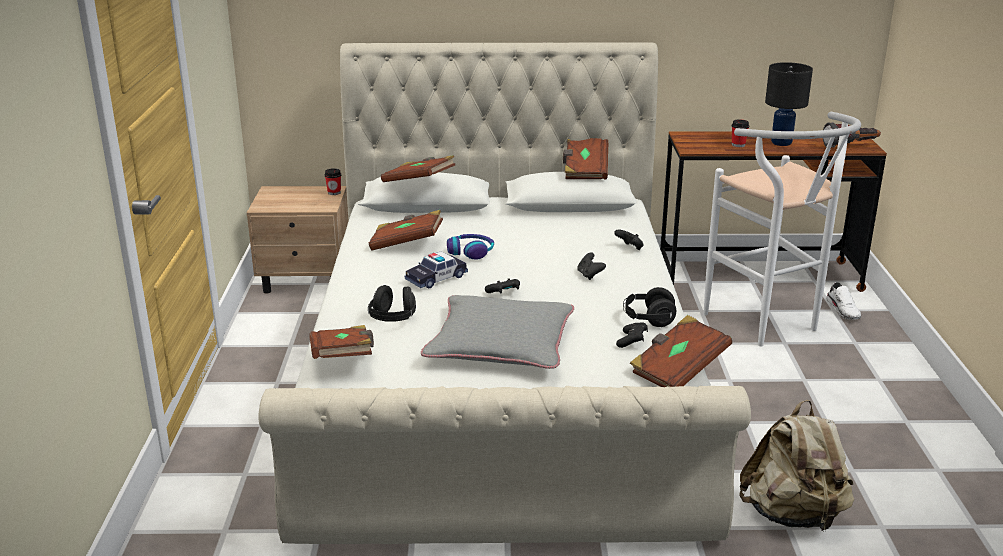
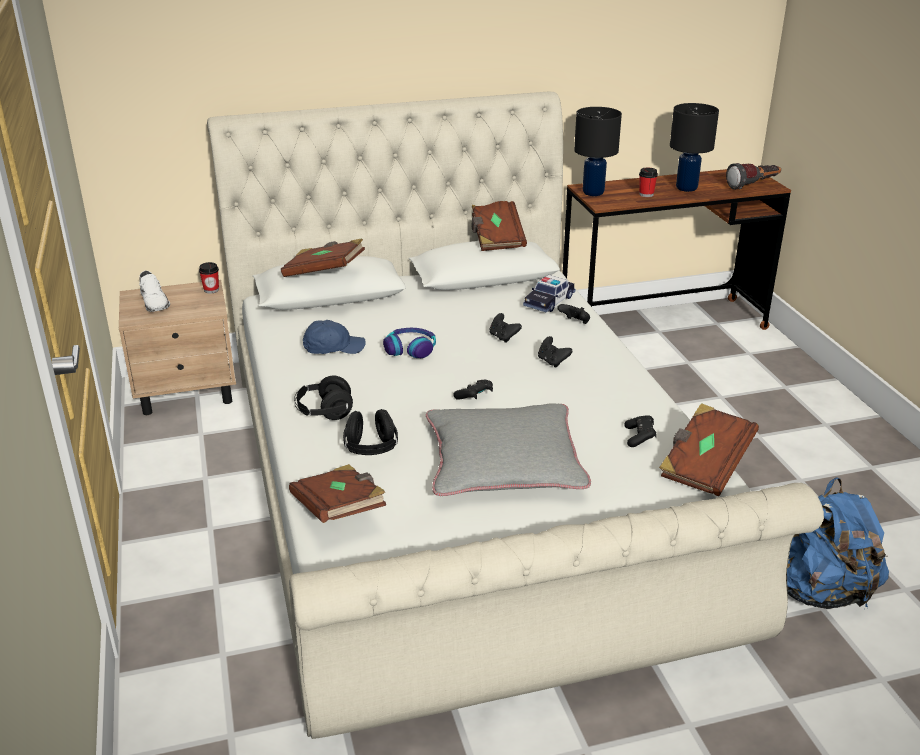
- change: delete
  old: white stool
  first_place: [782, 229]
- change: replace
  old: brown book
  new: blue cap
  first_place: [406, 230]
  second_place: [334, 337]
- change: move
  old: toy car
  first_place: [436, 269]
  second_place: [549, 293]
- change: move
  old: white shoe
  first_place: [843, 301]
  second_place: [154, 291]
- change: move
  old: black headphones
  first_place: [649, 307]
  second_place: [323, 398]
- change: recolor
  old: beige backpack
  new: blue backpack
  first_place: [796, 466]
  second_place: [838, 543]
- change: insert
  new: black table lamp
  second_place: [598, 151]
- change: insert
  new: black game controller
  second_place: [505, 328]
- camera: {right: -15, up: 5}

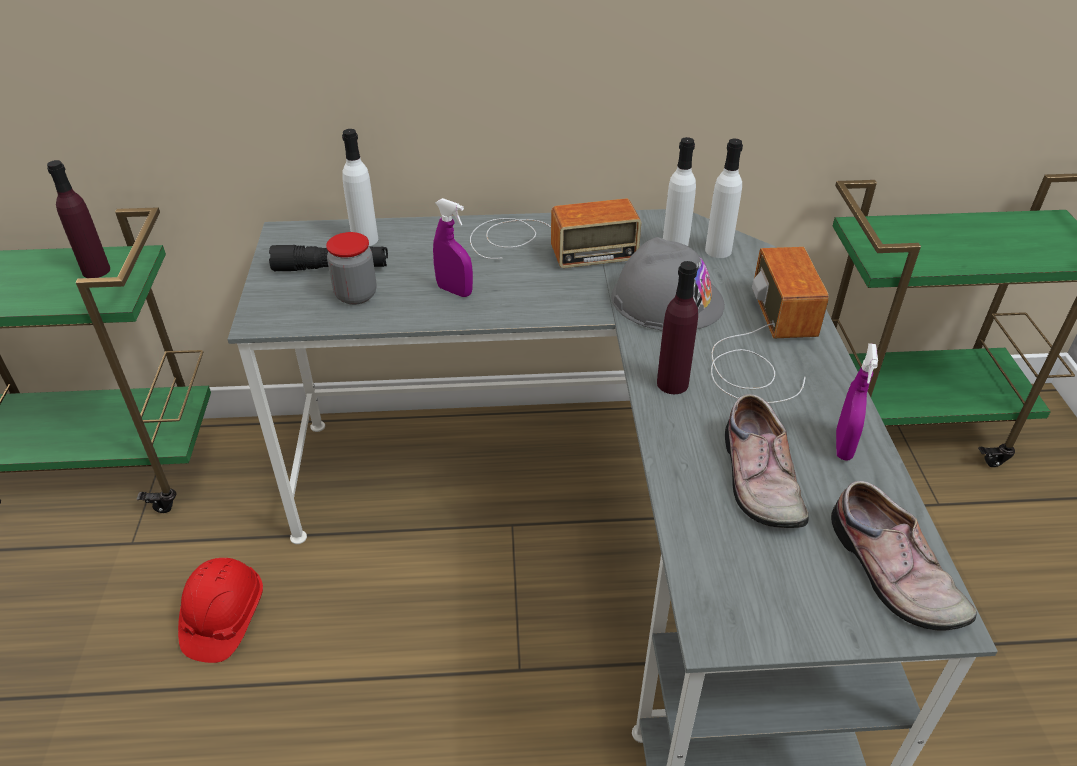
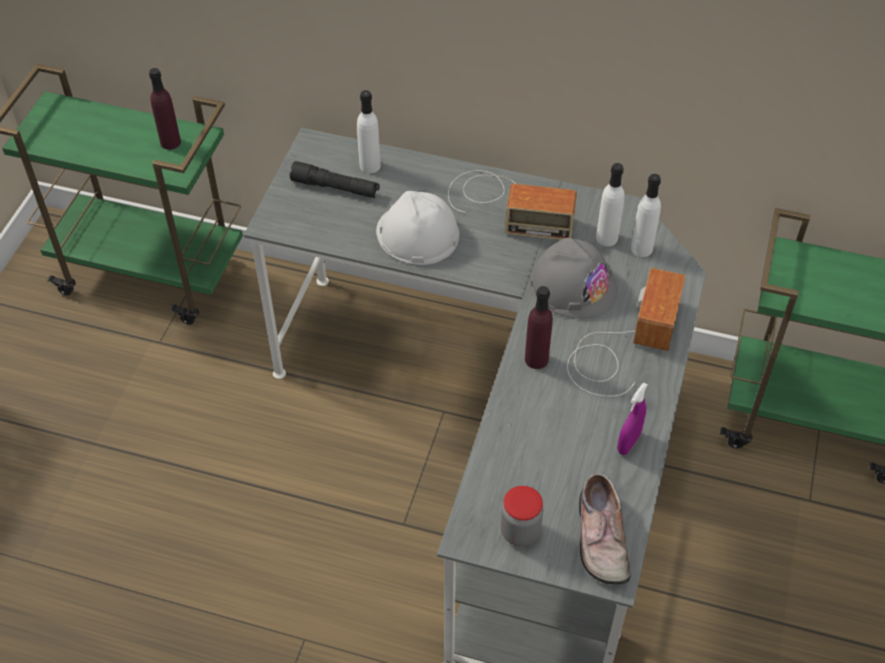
- change: replace
  old: purple spray bottle
  new: white hard hat
  first_place: [453, 247]
  second_place: [417, 228]
- change: move
  old: jar
  first_place: [351, 268]
  second_place: [522, 516]
- change: delete
  old: shoe
  first_place: [766, 461]
- change: delete
  old: red hard hat
  first_place: [220, 610]
- camera: {right: 20, up: 10}

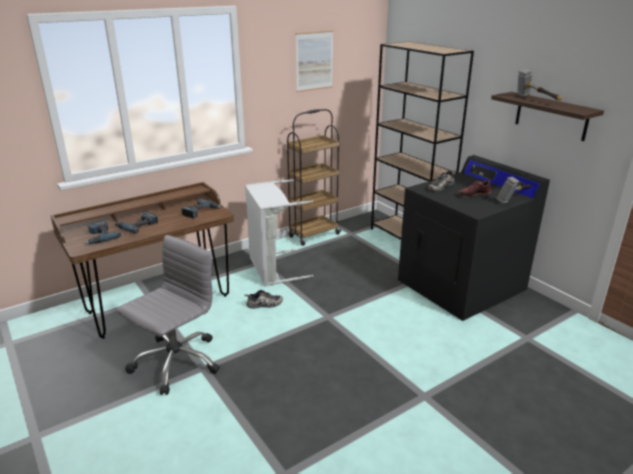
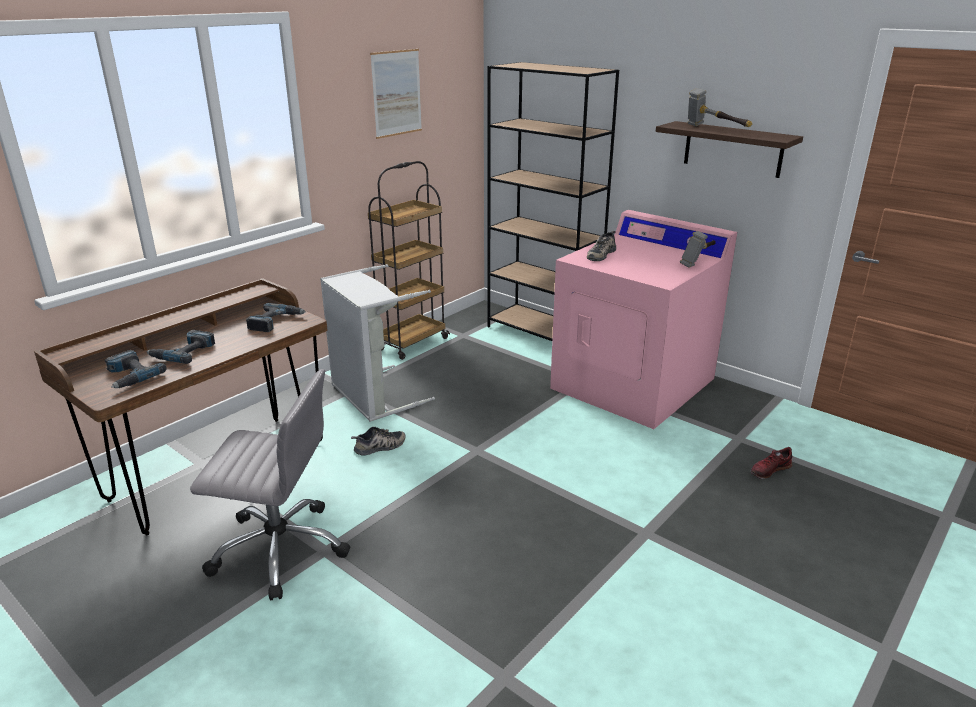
- change: recolor
  old: black washing machine
  new: pink washing machine
  first_place: [474, 238]
  second_place: [643, 319]
- change: move
  old: shoe
  first_place: [474, 189]
  second_place: [771, 463]
- change: rotate
  old: grey office chair
  first_place: [168, 315]
  second_place: [270, 484]
  degrees: 75
- camera: {right: -15, up: 0}

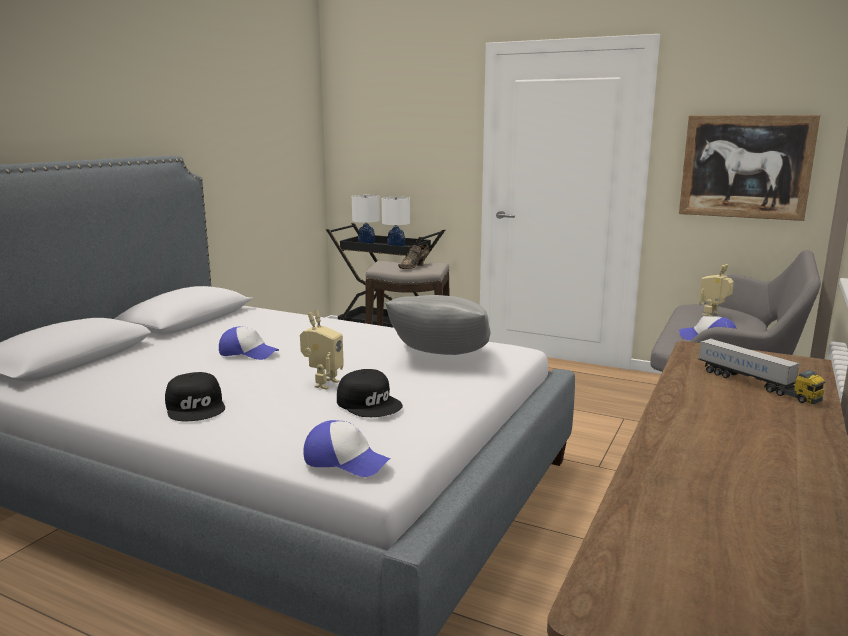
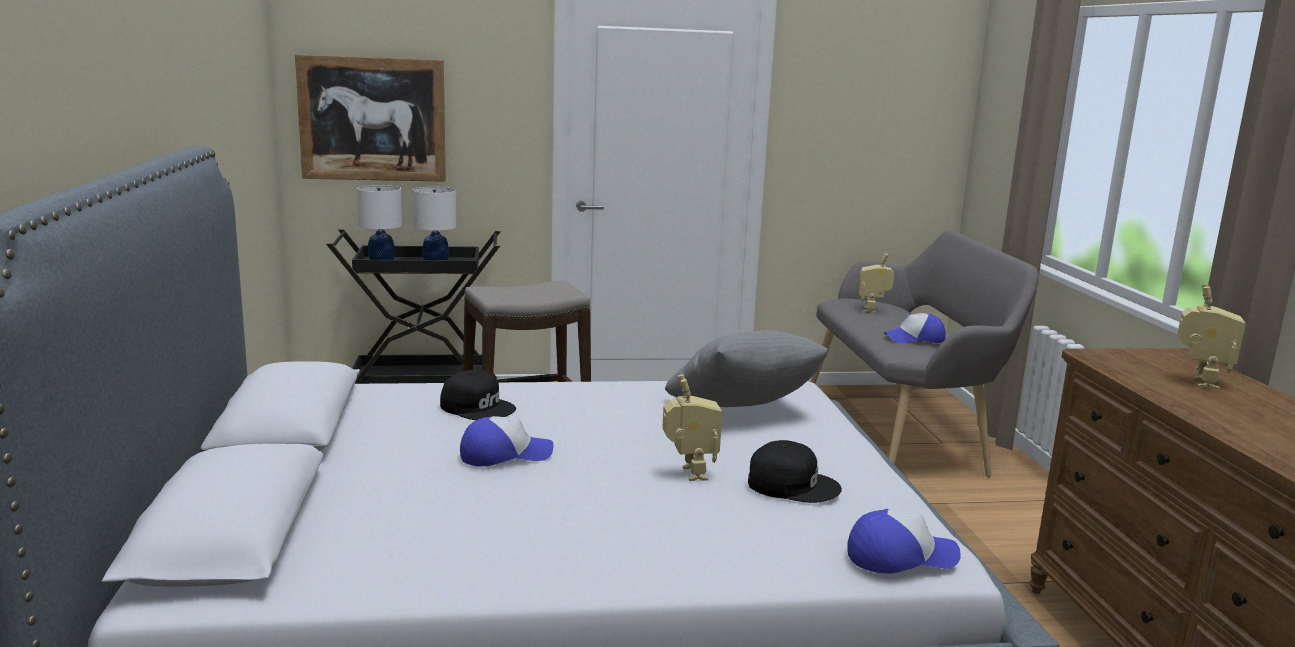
- change: move
  old: picture
  first_place: [749, 168]
  second_place: [370, 118]
- change: delete
  old: brown shoe
  first_place: [413, 256]
- change: replace
  old: toy truck
  new: toy robot
  first_place: [761, 371]
  second_place: [1211, 337]
- change: move
  old: black cap
  first_place: [195, 396]
  second_place: [478, 395]
- camera: {right: -35, up: 0}

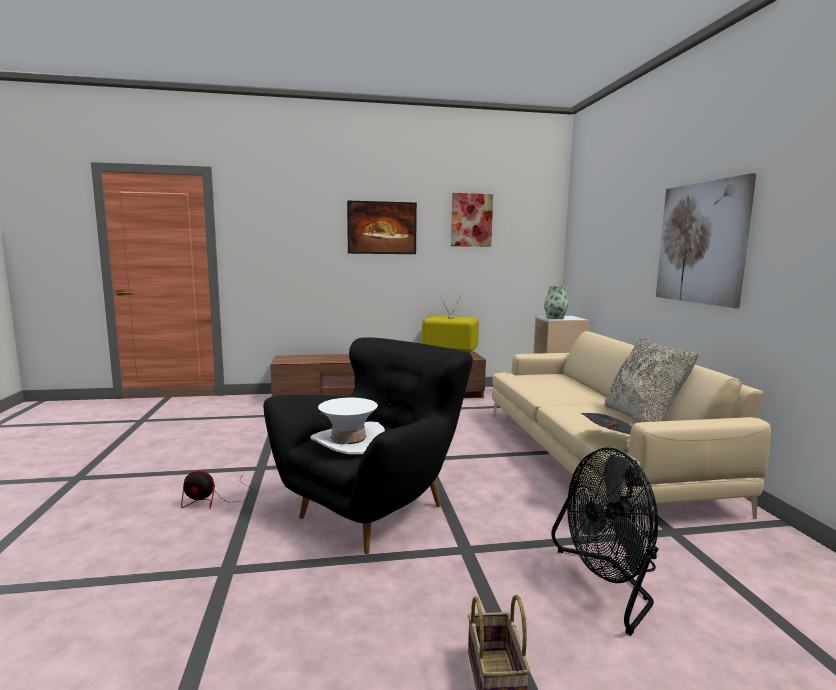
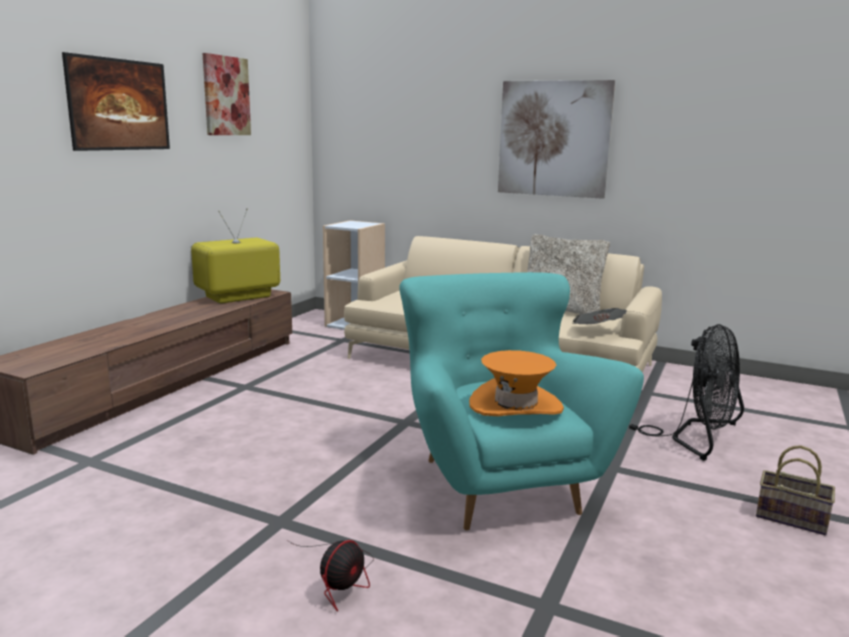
- change: delete
  old: vase
  first_place: [556, 302]
- change: recolor
  old: black armchair
  new: turquoise armchair
  first_place: [368, 445]
  second_place: [521, 401]
- change: recolor
  old: white hat
  new: orange hat
  first_place: [347, 425]
  second_place: [516, 383]
- change: rotate
  old: black fan
  first_place: [604, 542]
  second_place: [686, 392]
  degrees: -75
- camera: {right: -55, up: 5}

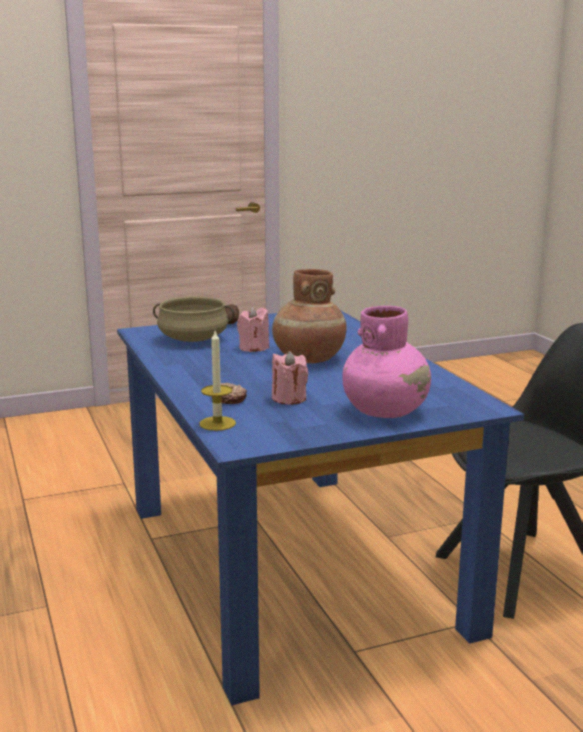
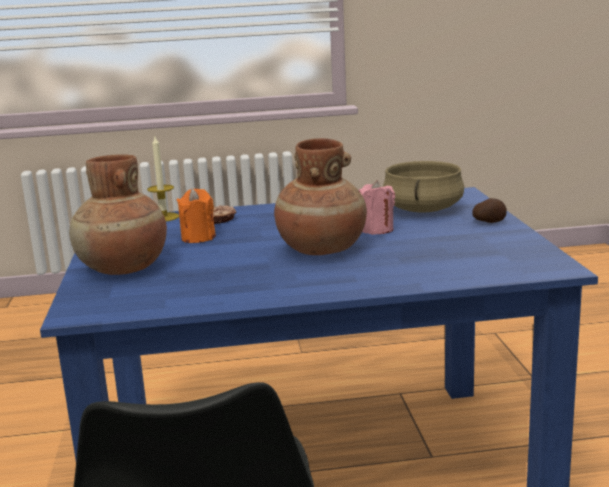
- change: recolor
  old: pink vase
  new: brown vase
  first_place: [386, 362]
  second_place: [118, 214]
- change: recolor
  old: pink candle
  new: orange candle
  first_place: [290, 378]
  second_place: [196, 215]
- camera: {right: 105, up: 0}

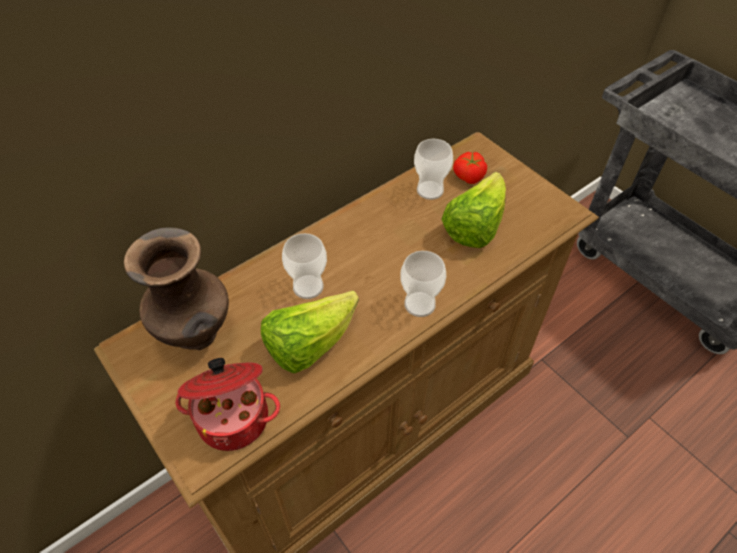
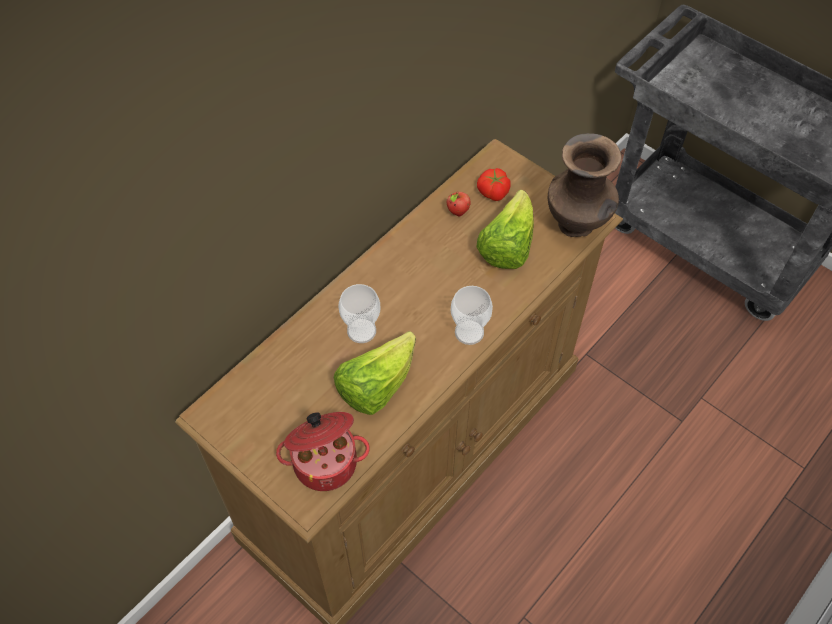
- change: replace
  old: cup
  new: apple
  first_place: [433, 169]
  second_place: [459, 203]
- change: move
  old: brown vase
  first_place: [176, 289]
  second_place: [584, 185]
- camera: {right: -10, up: 5}

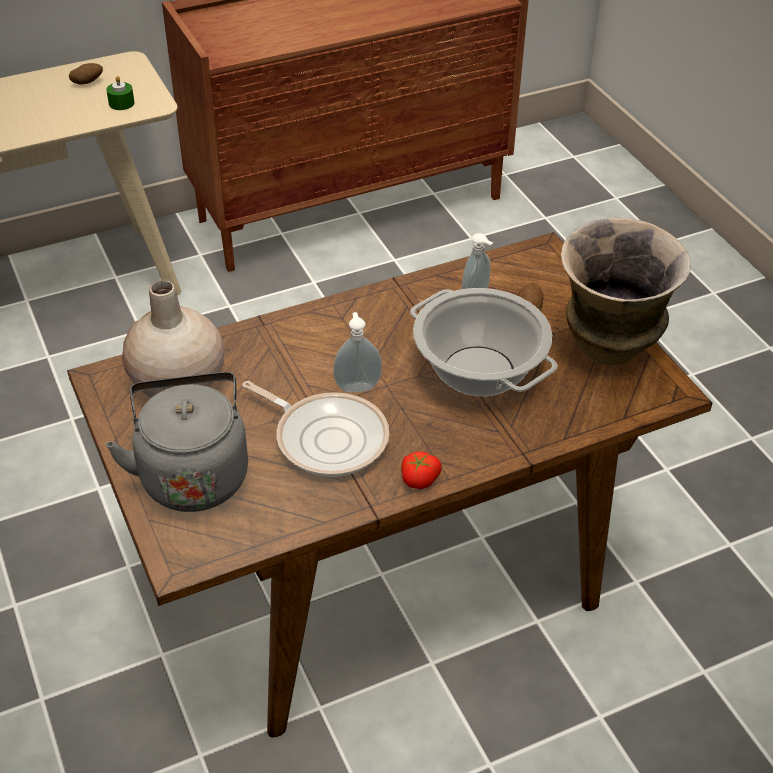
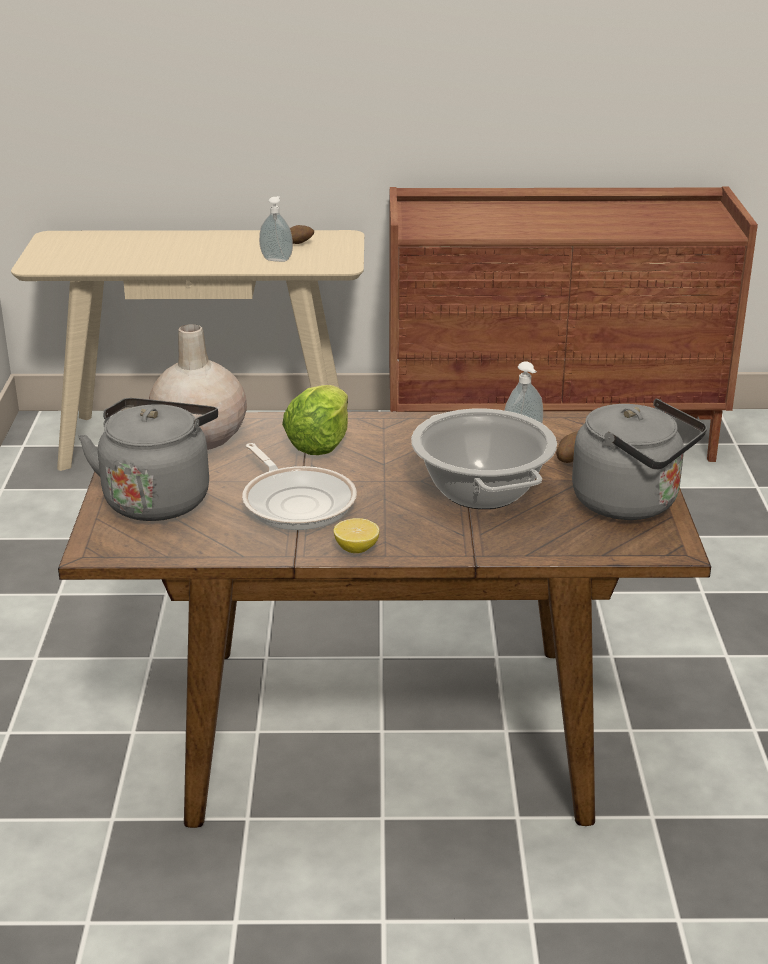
- change: delete
  old: green candle
  first_place: [120, 93]
- change: replace
  old: vase
  new: grey kettle
  first_place: [626, 292]
  second_place: [639, 459]
- change: move
  old: soap dispenser
  first_place: [357, 352]
  second_place: [276, 229]
- change: replace
  old: tomato
  new: lemon
  first_place: [421, 470]
  second_place: [356, 535]
- change: insert
  new: lettuce
  second_place: [315, 420]
- camera: {right: 25, up: -15}

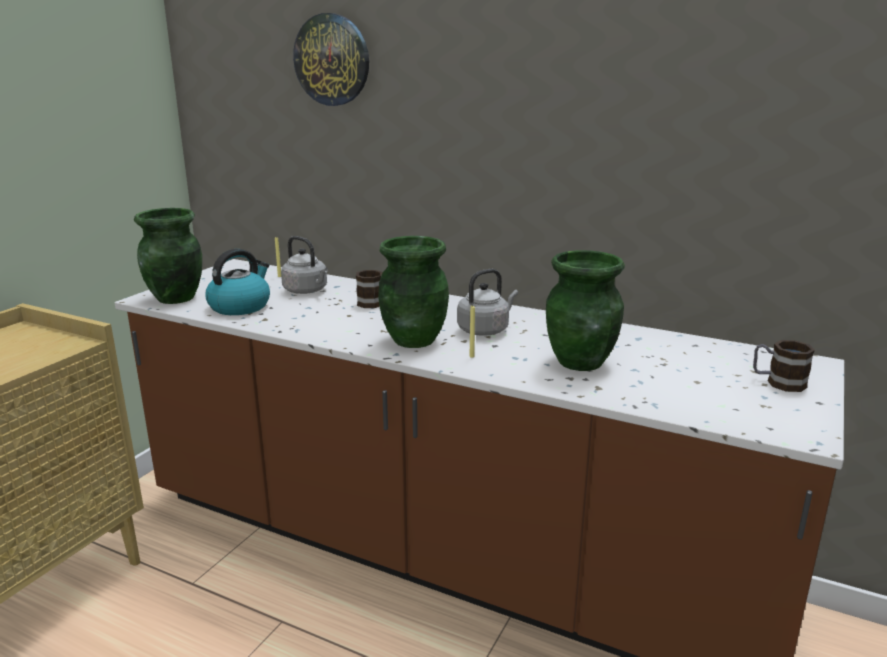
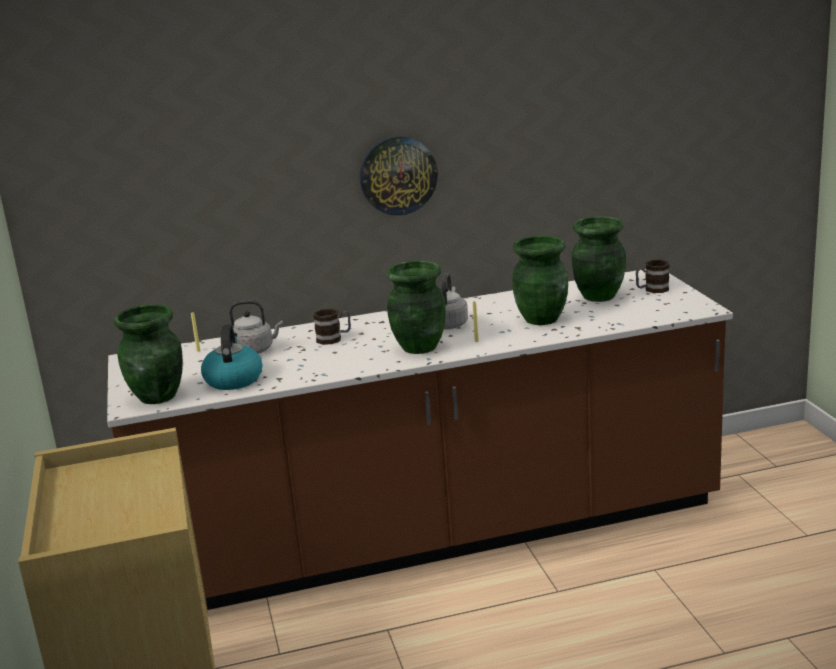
- change: move
  old: wall clock
  first_place: [331, 59]
  second_place: [399, 176]
- change: insert
  new: green vase
  second_place: [599, 259]
- camera: {right: -40, up: 0}

